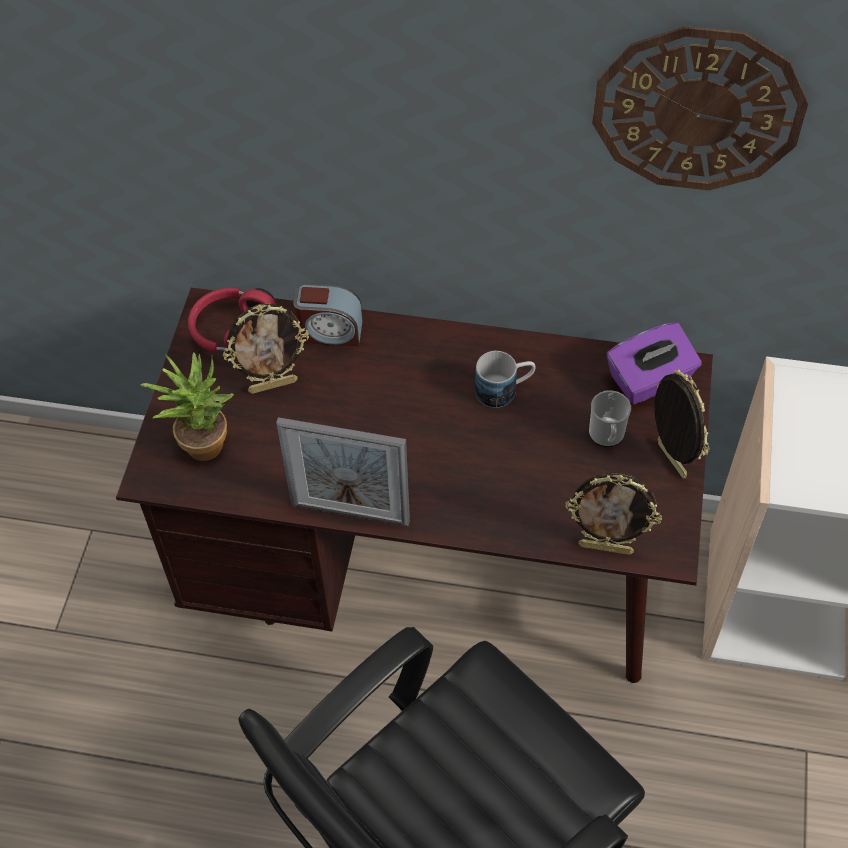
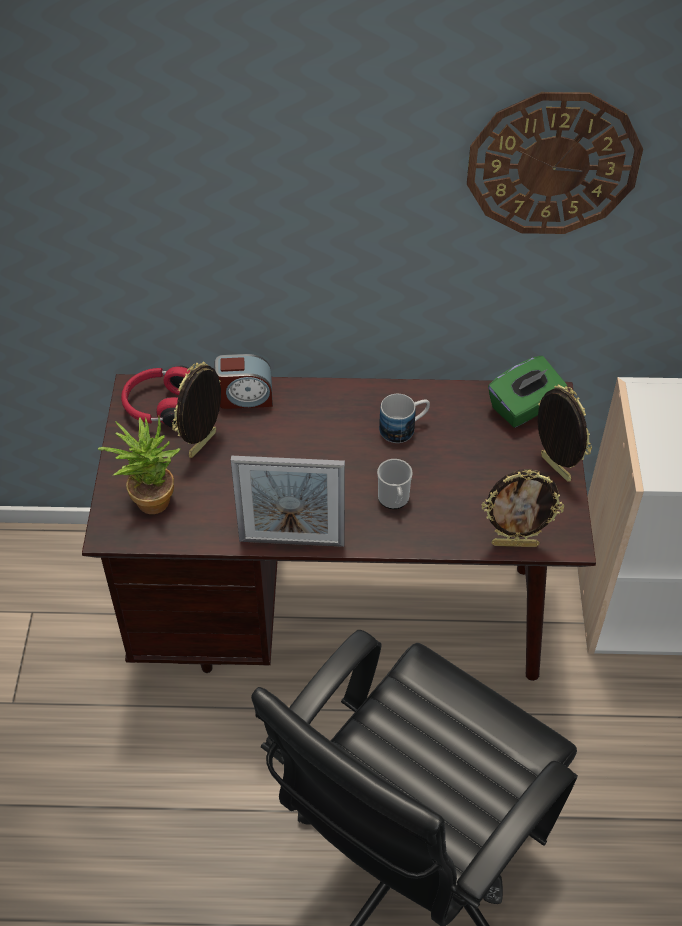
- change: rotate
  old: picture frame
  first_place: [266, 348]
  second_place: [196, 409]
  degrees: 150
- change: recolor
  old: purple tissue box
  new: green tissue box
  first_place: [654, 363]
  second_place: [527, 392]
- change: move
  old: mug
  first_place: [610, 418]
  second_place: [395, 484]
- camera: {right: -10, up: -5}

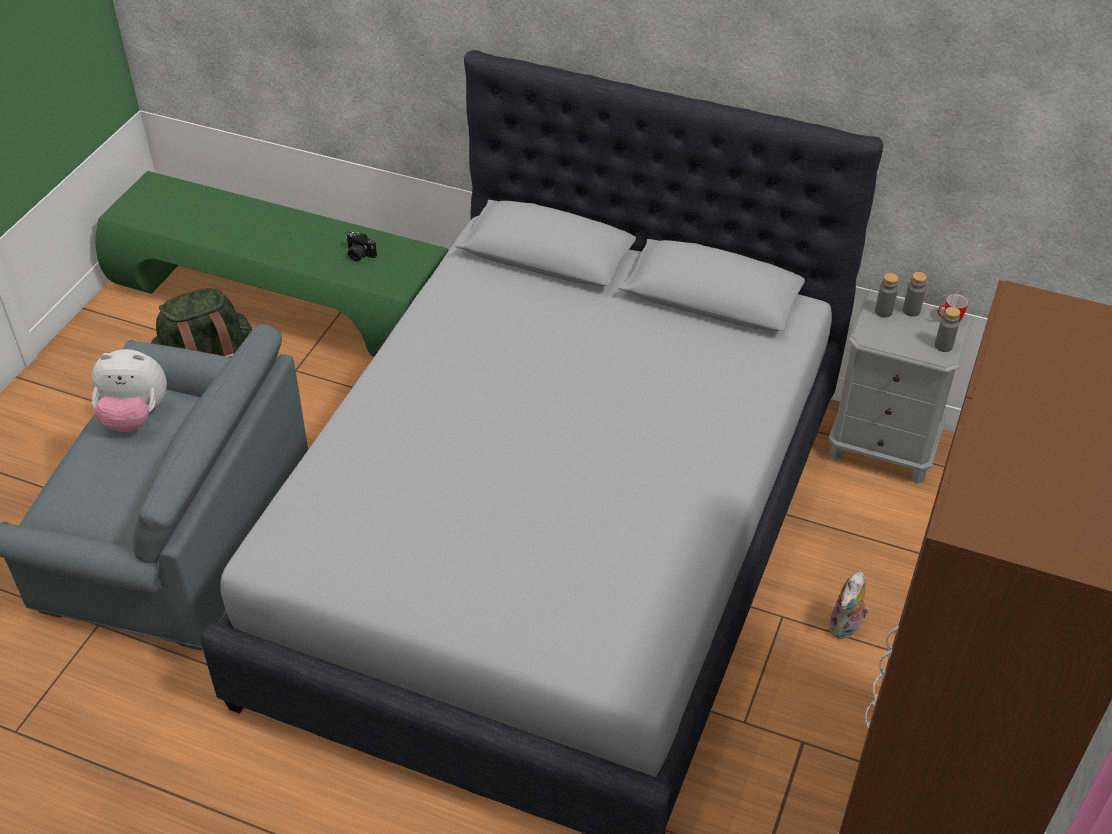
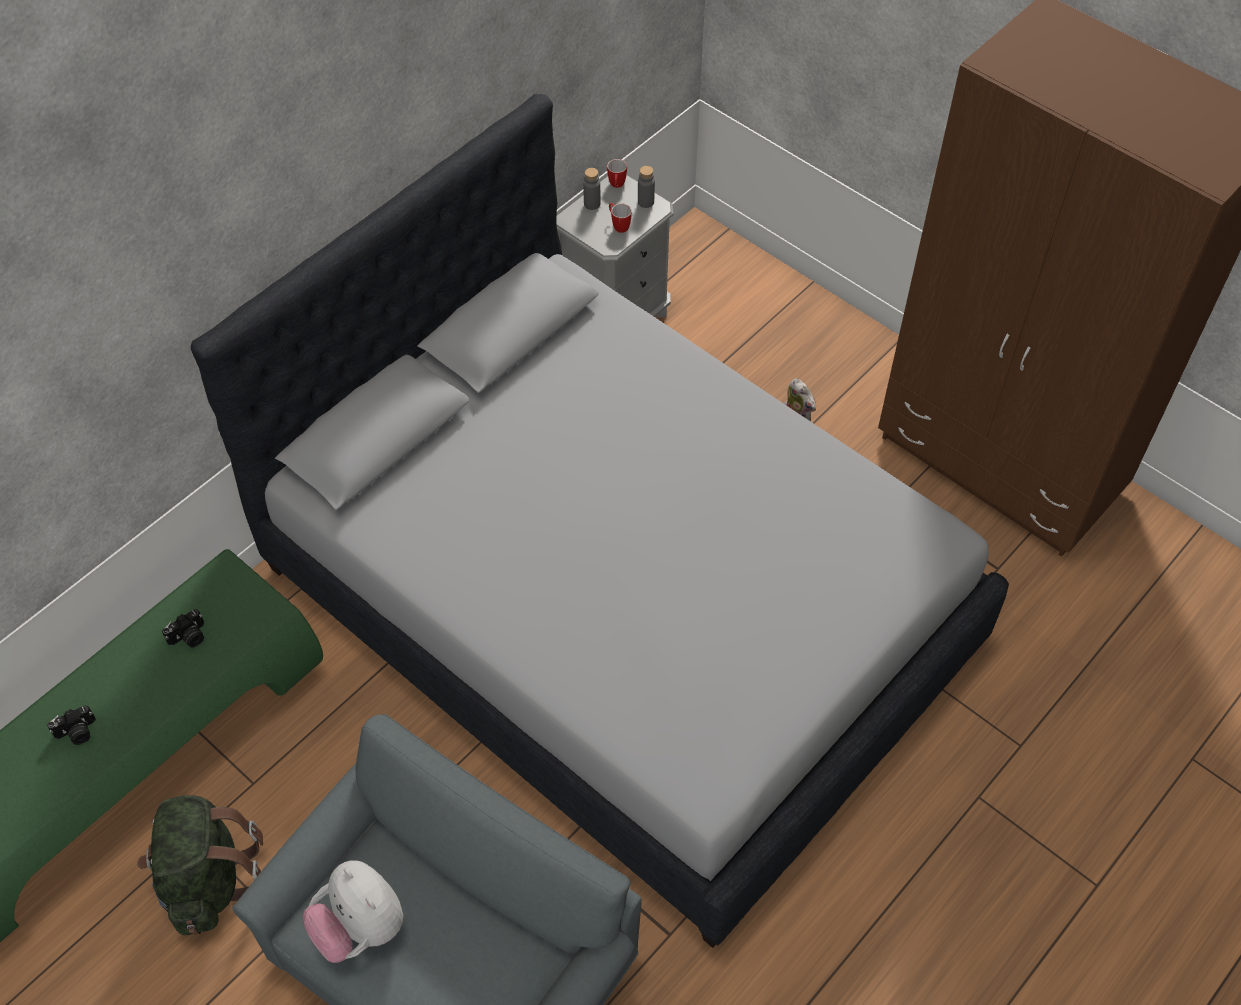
- change: delete
  old: grey bottle
  first_place: [887, 295]
- change: rotate
  old: plush toy
  first_place: [129, 391]
  second_place: [353, 911]
  degrees: 120
- change: insert
  new: mug
  second_place: [620, 218]
- change: insert
  new: photo camera
  second_place: [71, 725]
- camera: {right: -70, up: 10}

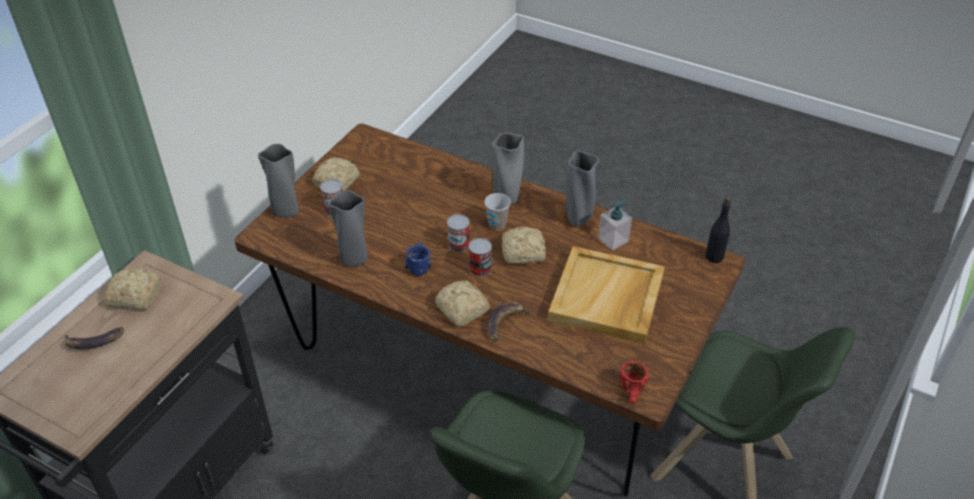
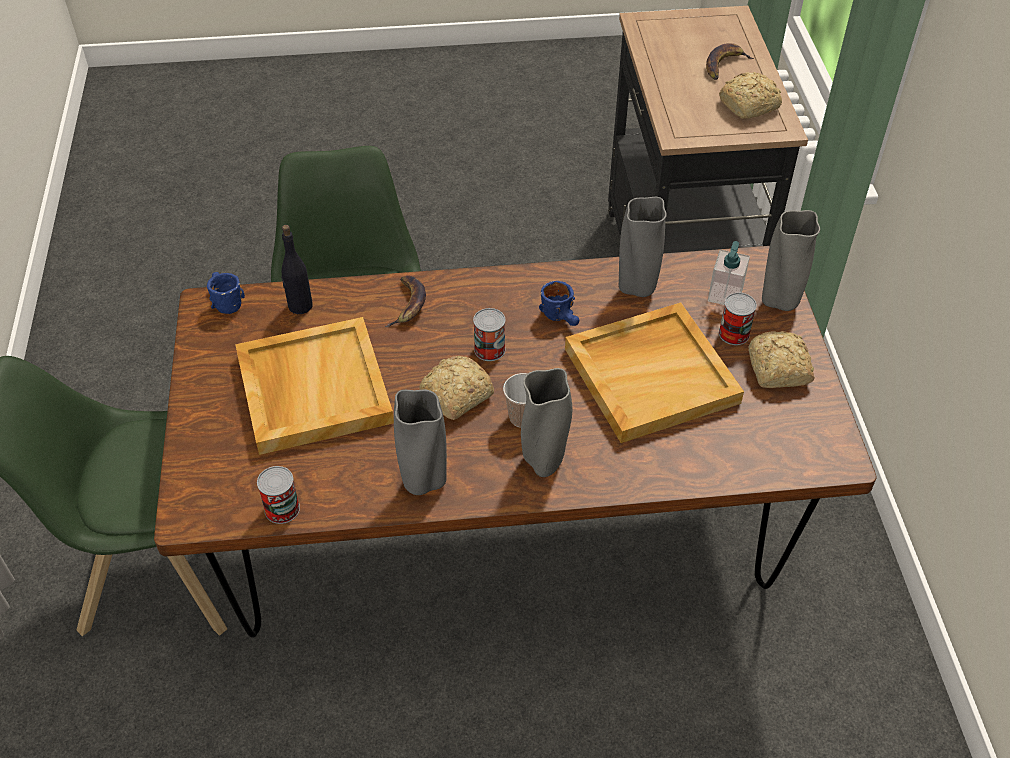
- change: move
  old: black bottle
  first_place: [718, 230]
  second_place: [297, 269]
- change: move
  old: soap dispenser
  first_place: [615, 225]
  second_place: [729, 273]
- change: move
  old: can
  first_place: [458, 233]
  second_place: [278, 495]
- change: delete
  old: bread
  first_place: [462, 304]
- change: recolor
  old: red mug
  new: blue mug
  first_place: [634, 382]
  second_place: [226, 293]
- change: insert
  new: beige tray
  second_place: [654, 373]
- camera: {right: 145, up: 5}

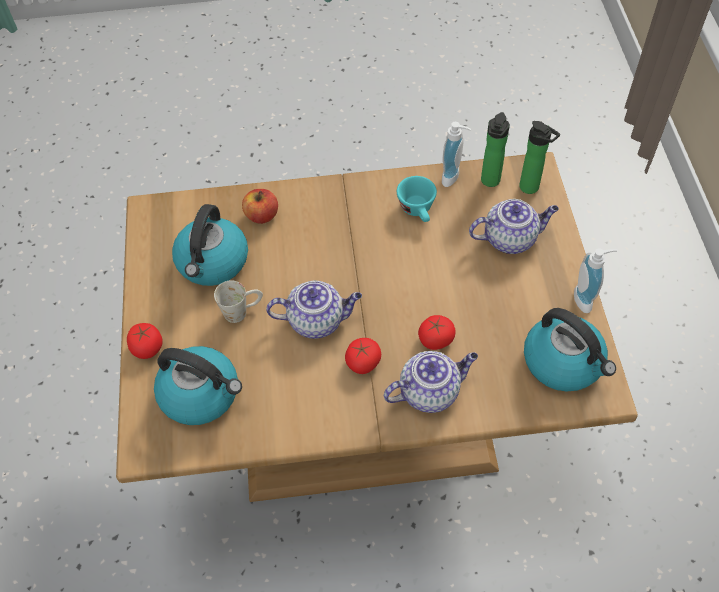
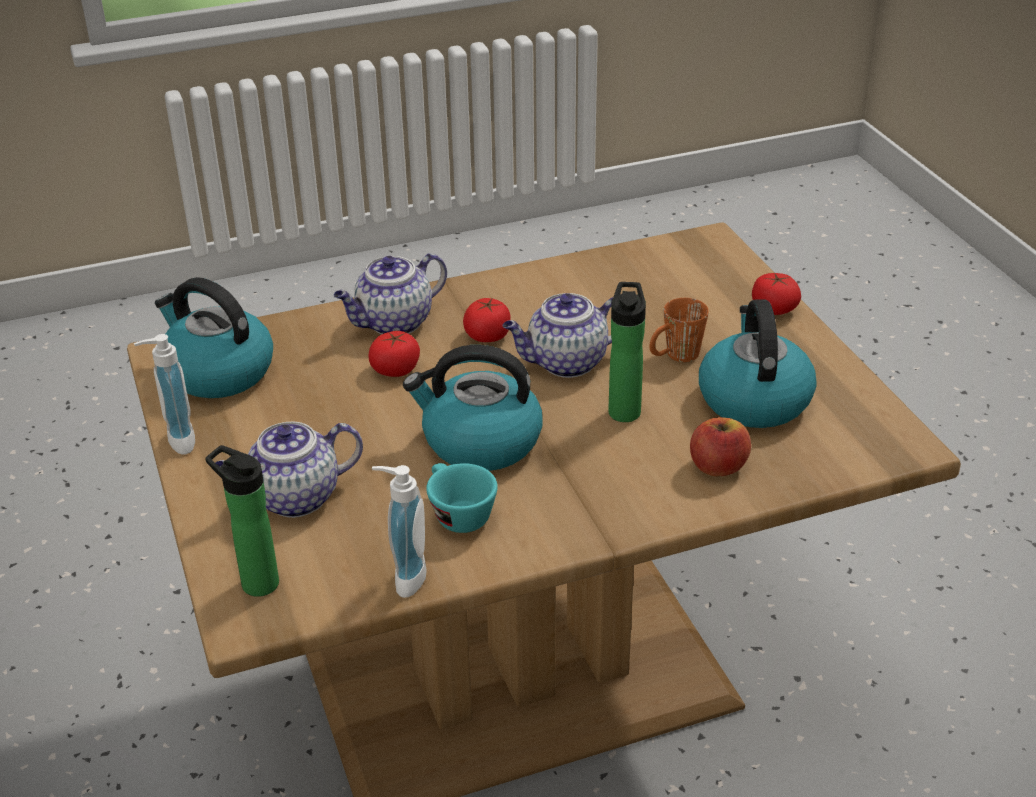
- change: move
  old: bottle
  first_place: [495, 149]
  second_place: [627, 352]
- change: recolor
  old: white mug
  new: orange mug
  first_place: [238, 301]
  second_place: [679, 330]
- change: move
  old: kettle
  first_place: [198, 385]
  second_place: [473, 408]
- camera: {right: 165, up: -20}

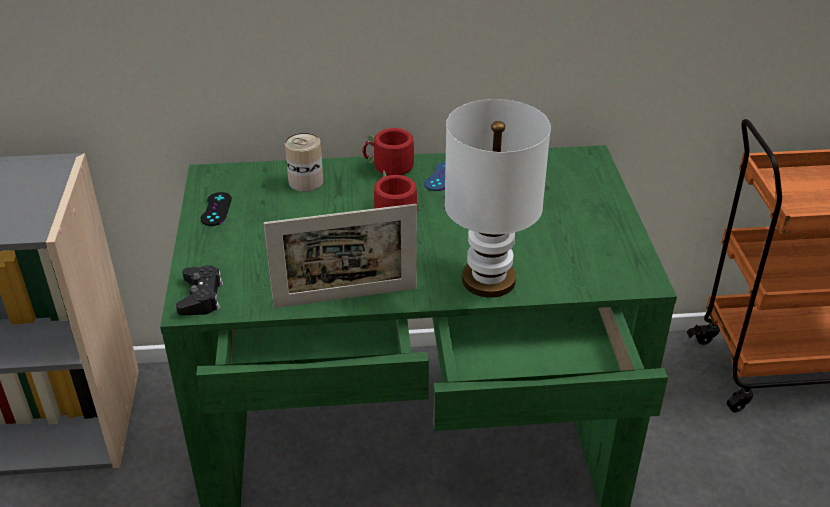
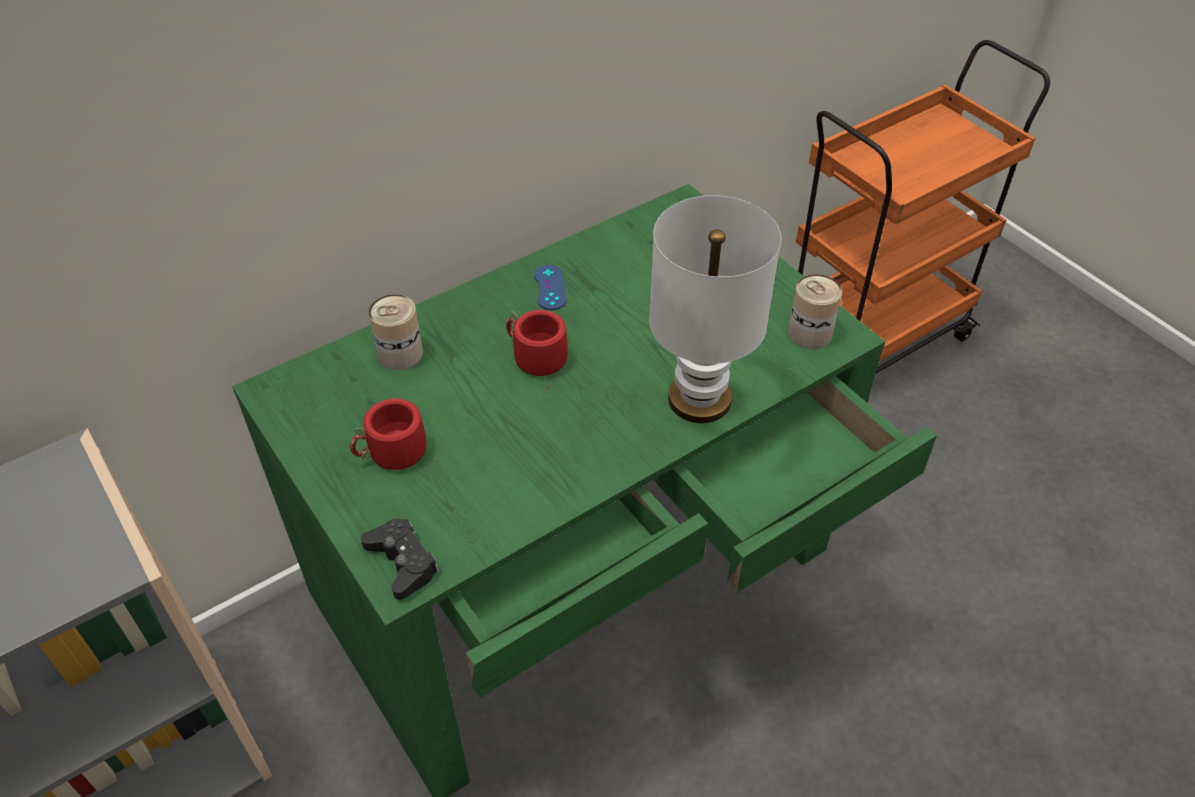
- change: move
  old: red mug
  first_place: [388, 152]
  second_place: [395, 434]
- change: delete
  old: black game controller
  first_place: [216, 209]
- change: delete
  old: picture frame
  first_place: [340, 256]
- change: insert
  new: can
  second_place: [815, 311]
- camera: {right: -30, up: 10}

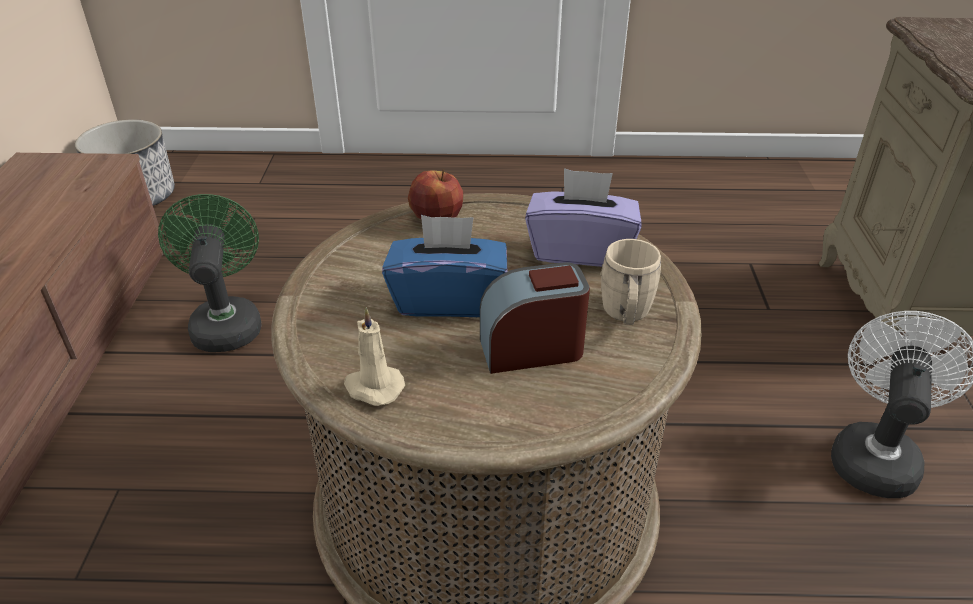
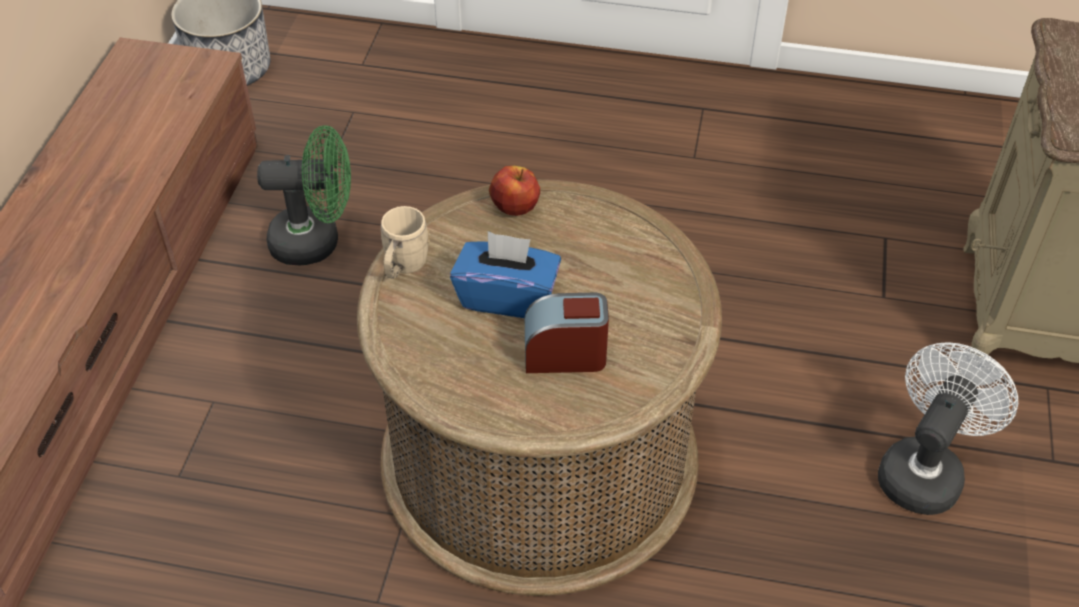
- change: delete
  old: purple tissue box
  first_place: [583, 217]
- change: rotate
  old: green fan
  first_place: [210, 273]
  second_place: [304, 195]
  degrees: 90
- change: move
  old: beige mug
  first_place: [630, 282]
  second_place: [405, 242]
- change: delete
  old: beige candle
  first_place: [374, 356]
- camera: {right: 10, up: 10}

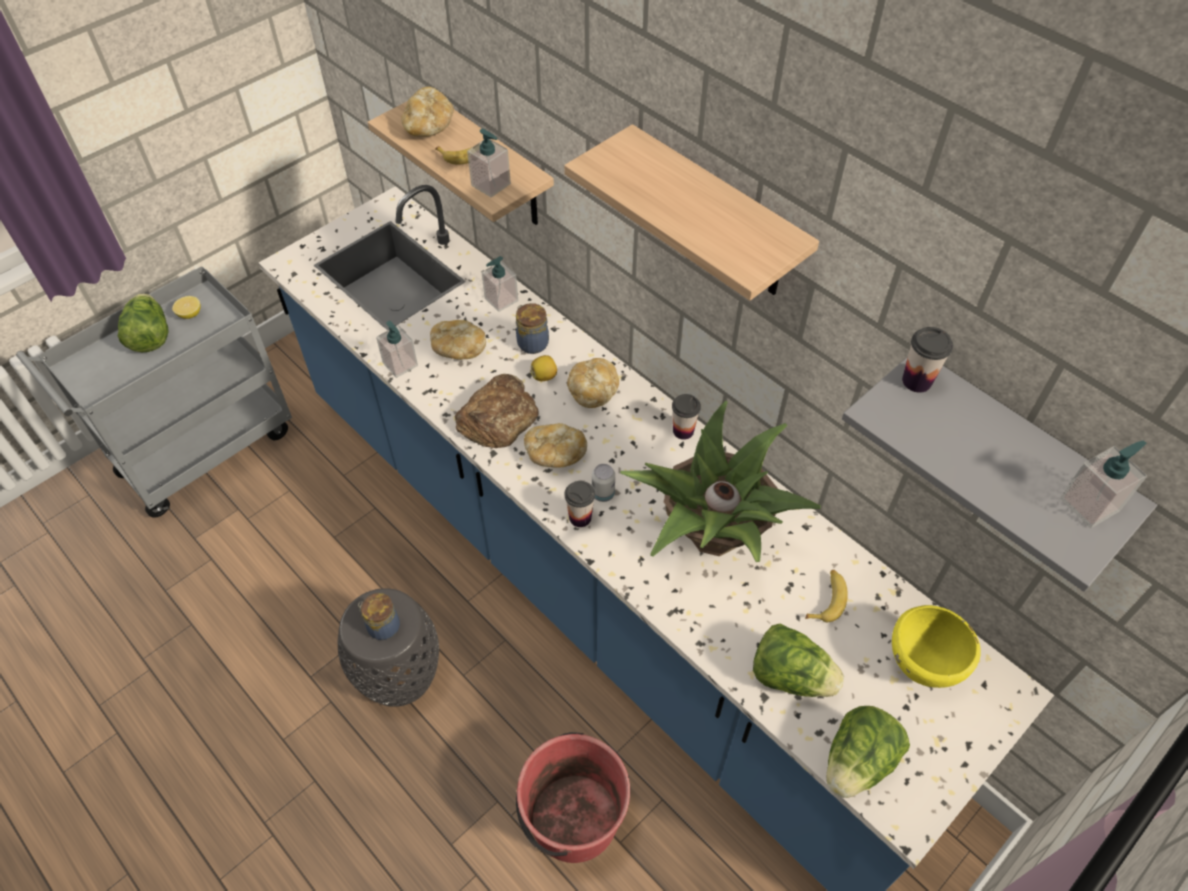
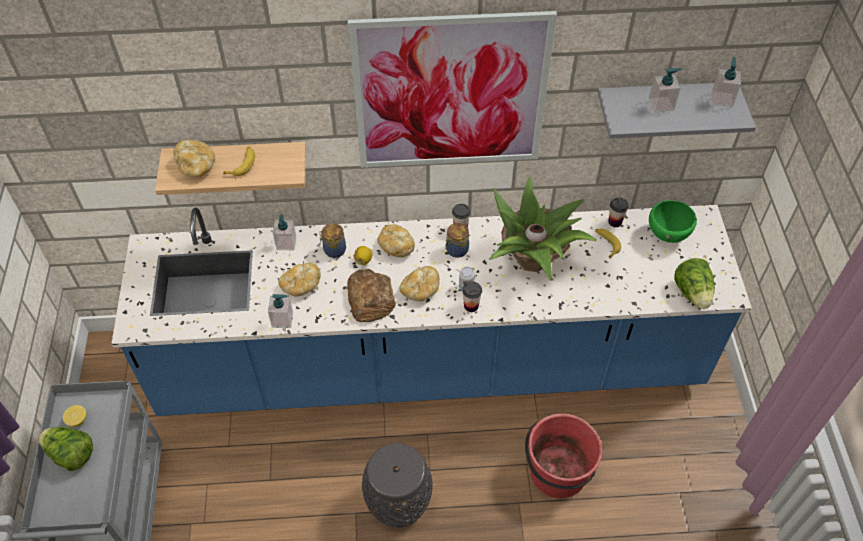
- change: replace
  old: shelf
  new: picture
  first_place: [691, 212]
  second_place: [452, 89]
- change: move
  old: soap dispenser
  first_place: [489, 163]
  second_place: [665, 90]
- change: move
  old: cup
  first_place: [927, 360]
  second_place: [618, 212]
- change: move
  old: jar
  first_place: [379, 616]
  second_place: [457, 240]
- change: recolor
  old: yellow bowl
  new: green bowl
  first_place: [936, 646]
  second_place: [673, 221]
- change: delete
  old: lettuce
  first_place: [798, 660]
- camera: {right: -50, up: 0}

